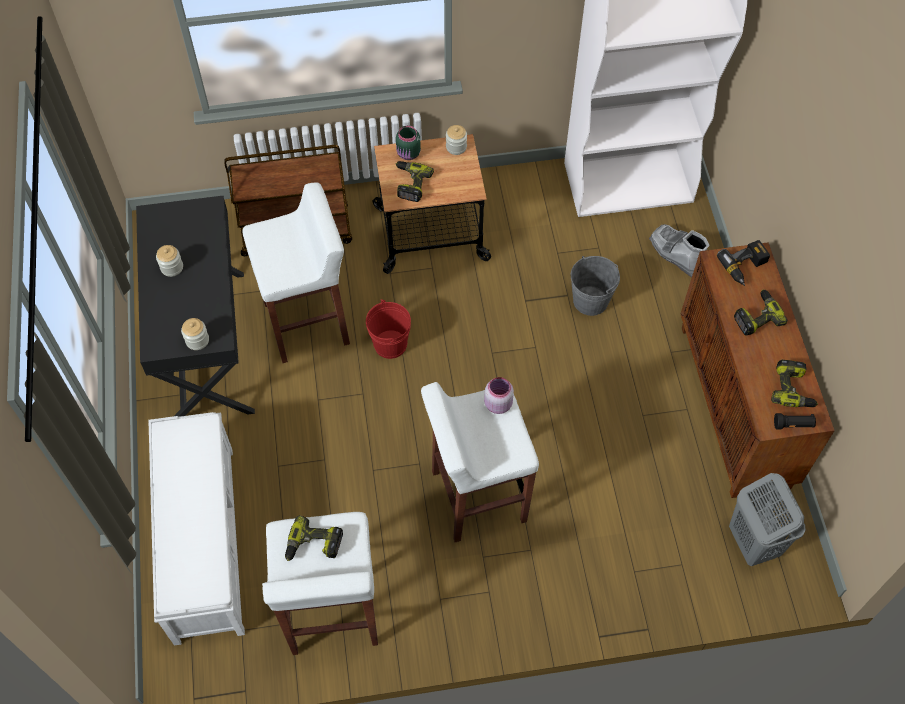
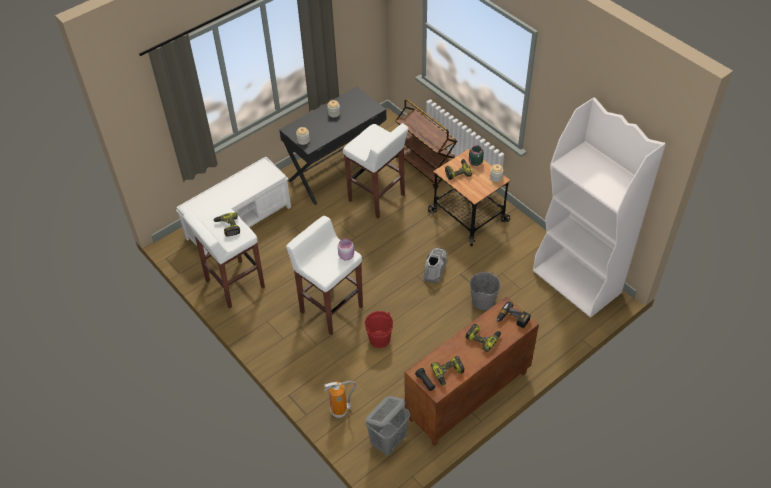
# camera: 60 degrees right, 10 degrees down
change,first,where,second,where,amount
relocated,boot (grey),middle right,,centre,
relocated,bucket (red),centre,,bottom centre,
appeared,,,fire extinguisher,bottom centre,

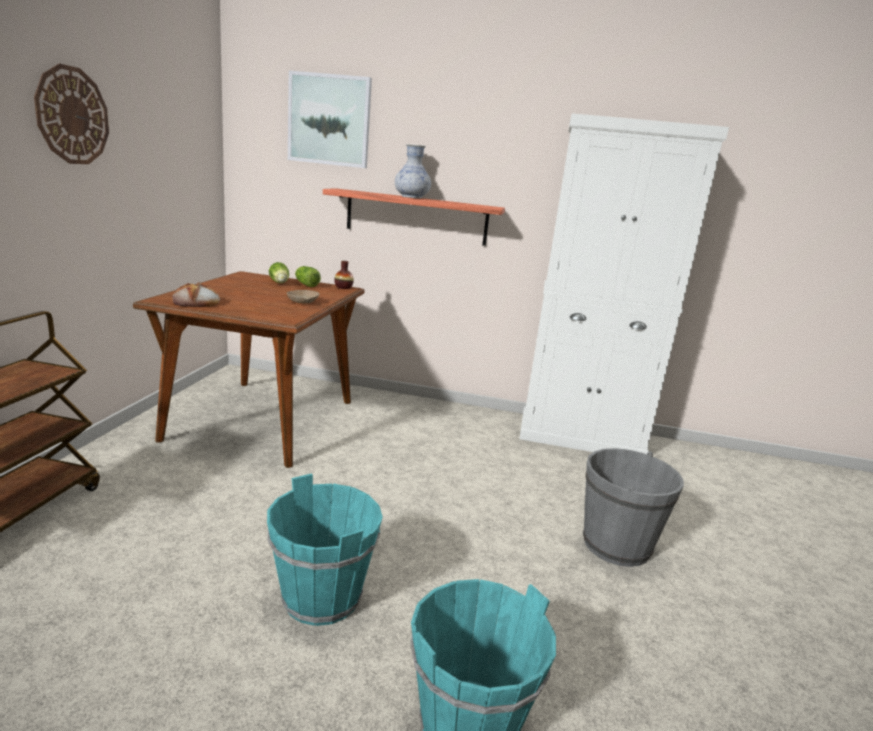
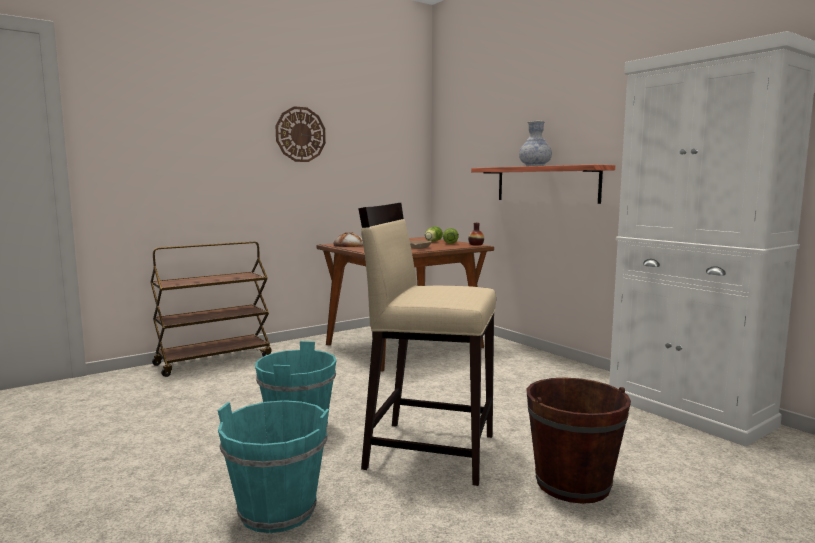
# camera: 45 degrees right, 10 degrees down
change,first,where,second,where,amount
missing,picture,top centre,,,
colour,bucket (grey),bottom right,bucket (brown),bottom right,
appeared,,,stool (beige),centre,

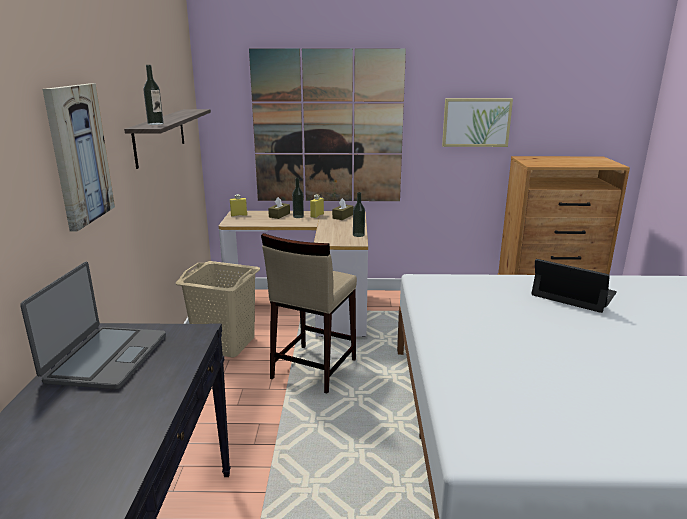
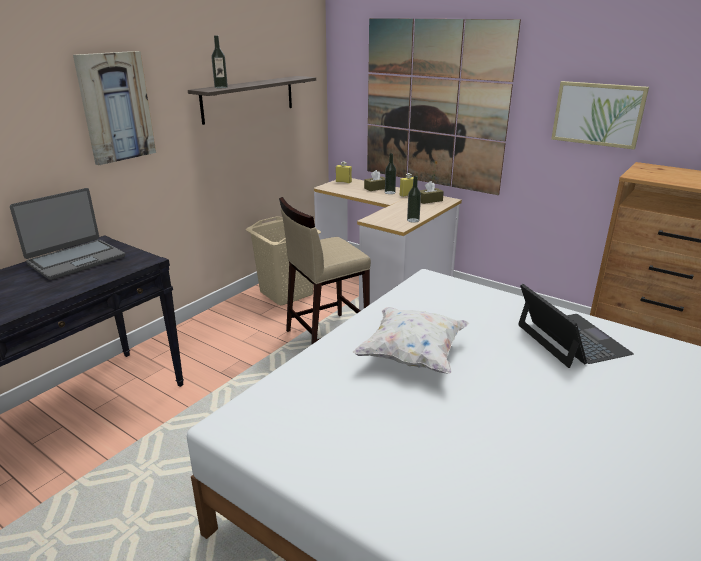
# camera: 35 degrees right, 5 degrees up
change,first,where,second,where,amount
appeared,,,pillow (white),centre,

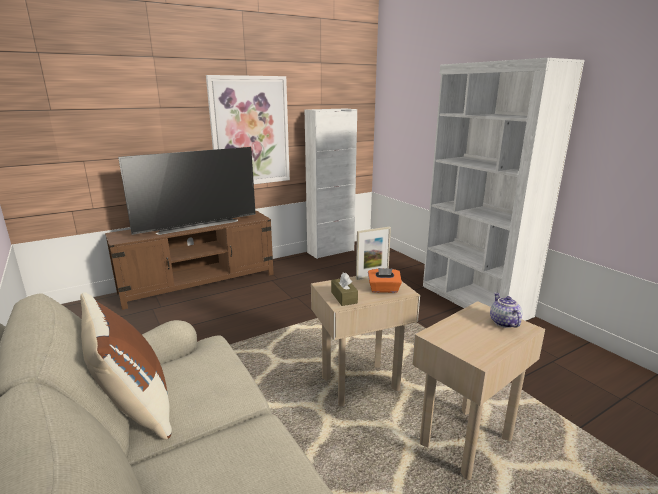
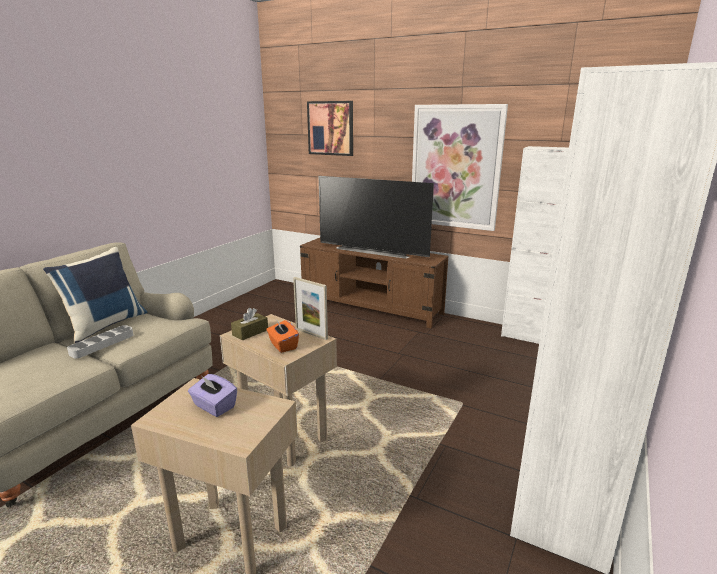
# camera: 60 degrees right, 0 degrees up
change,first,where,second,where,amount
colour,pillow (brown),bottom left,pillow (blue),middle left,
missing,teapot,middle right,,,
appeared,,,picture (no. 1 from left),top centre,
appeared,,,tray (grey),middle left,
appeared,,,tissue box (purple),bottom left,

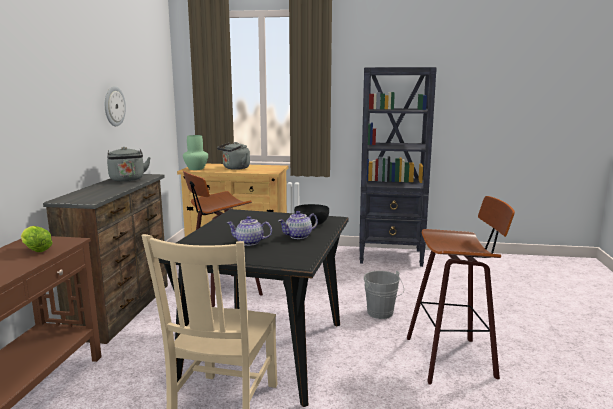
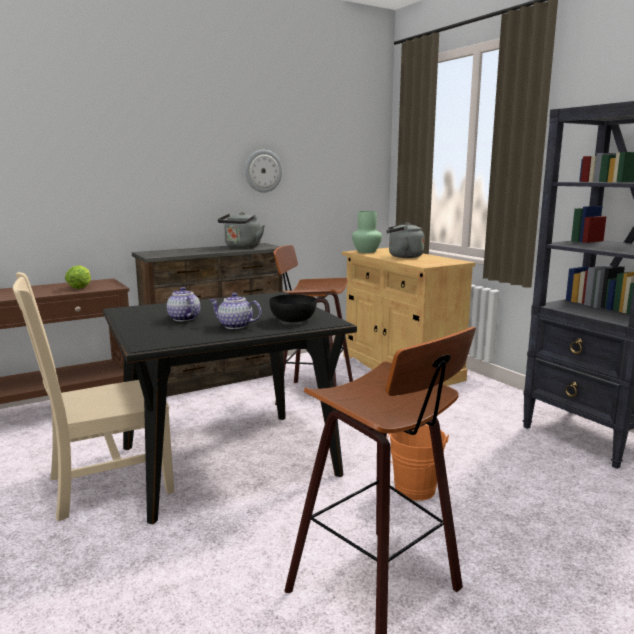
# camera: 50 degrees right, 0 degrees up
change,first,where,second,where,amount
colour,bucket (grey),bottom centre,bucket (orange),bottom centre,

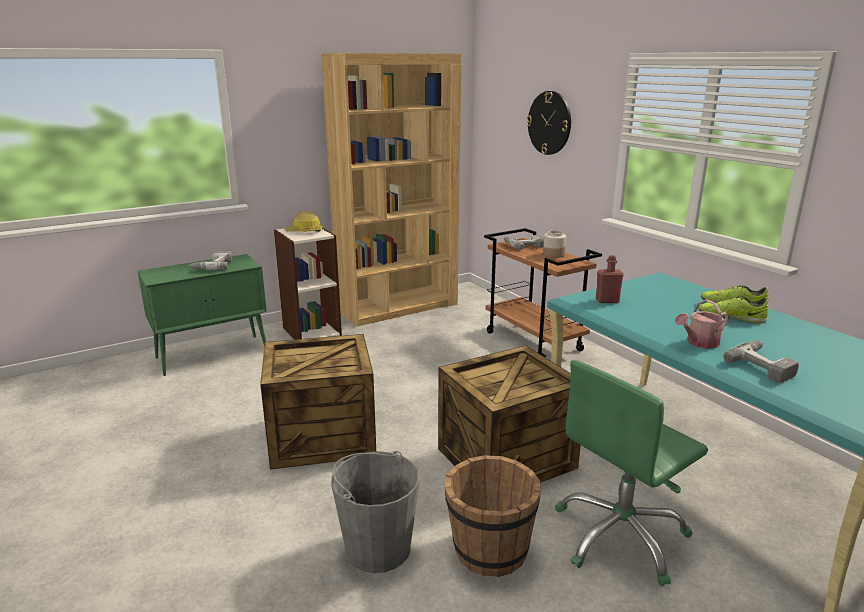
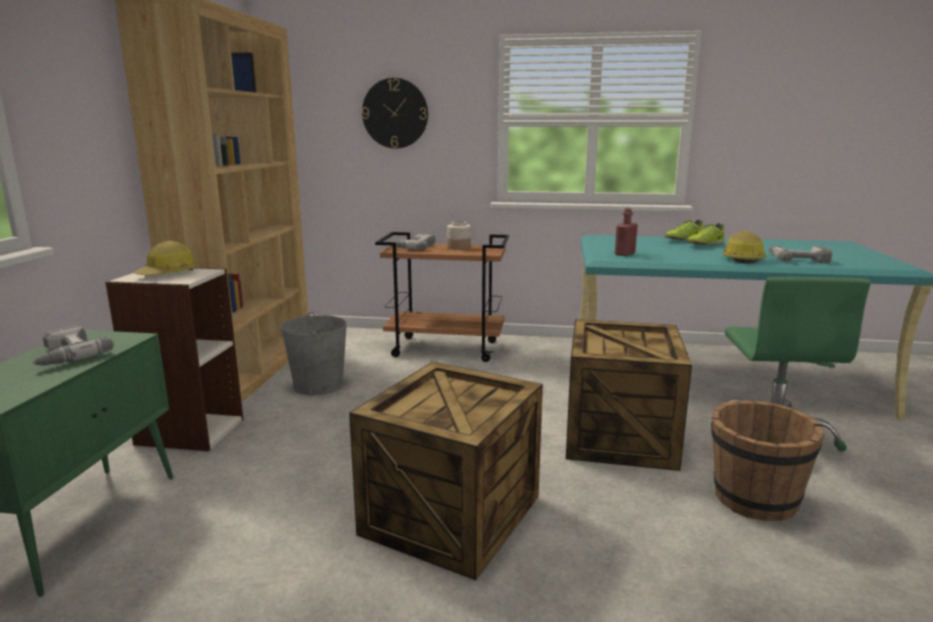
# camera: 50 degrees left, 5 degrees down
change,first,where,second,where,amount
exchanged,watering can,middle right,hard hat (no. 2 from left),middle right,
relocated,bucket (grey),bottom centre,,centre,

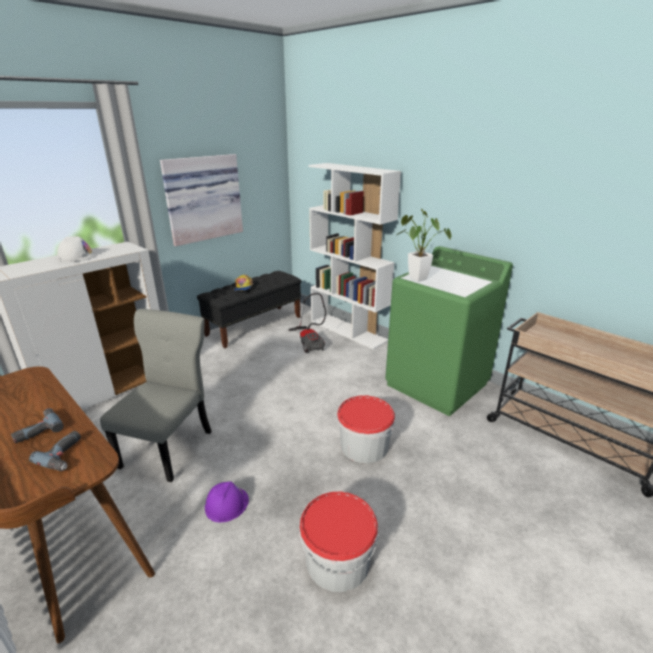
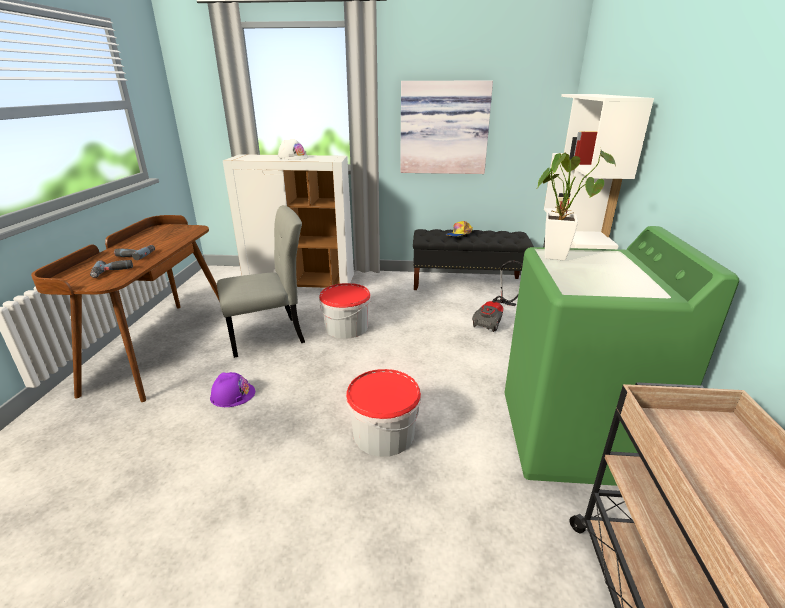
# camera: 50 degrees right, 0 degrees up
change,first,where,second,where,amount
relocated,bucket (no. 1 from left),bottom centre,,centre,

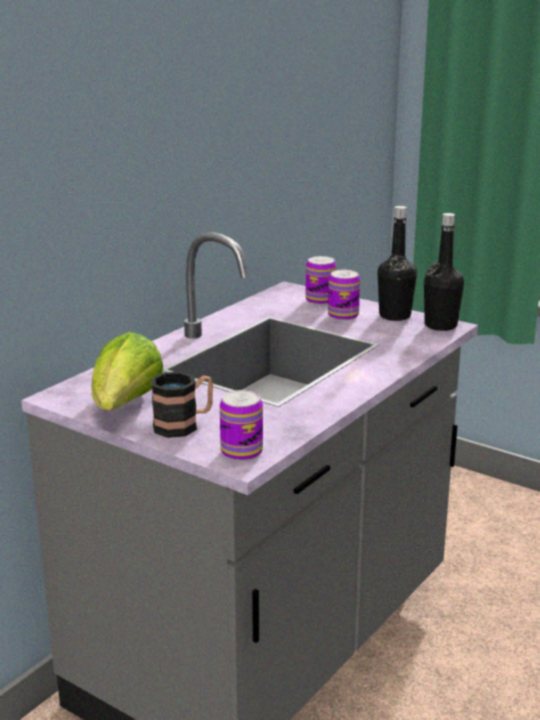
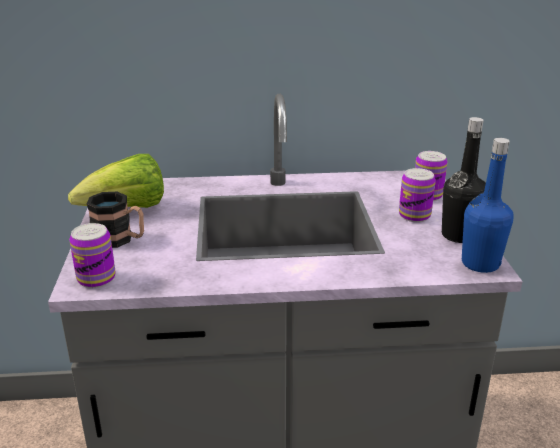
# camera: 50 degrees right, 5 degrees up
change,first,where,second,where,amount
colour,bottle (black) (no. 2 from left),middle right,bottle (blue),middle right,

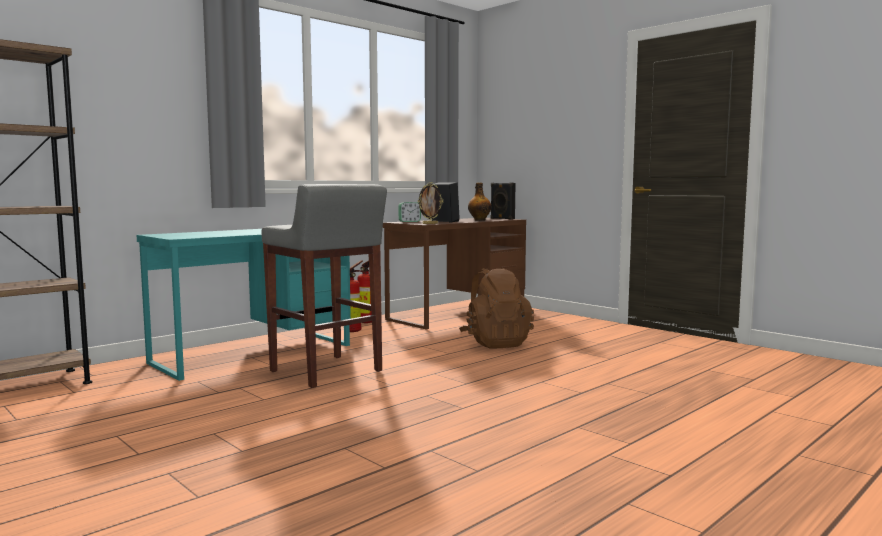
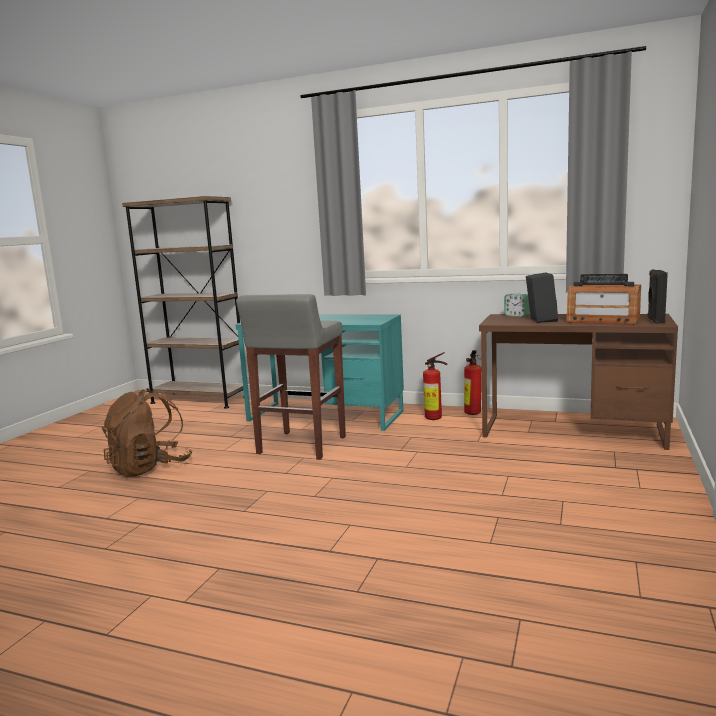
# camera: 65 degrees right, 5 degrees up
change,first,where,second,where,amount
missing,picture frame,centre,,,
exchanged,bottle,centre,radio,middle right,
relocated,backpack (brown),centre,,middle left,

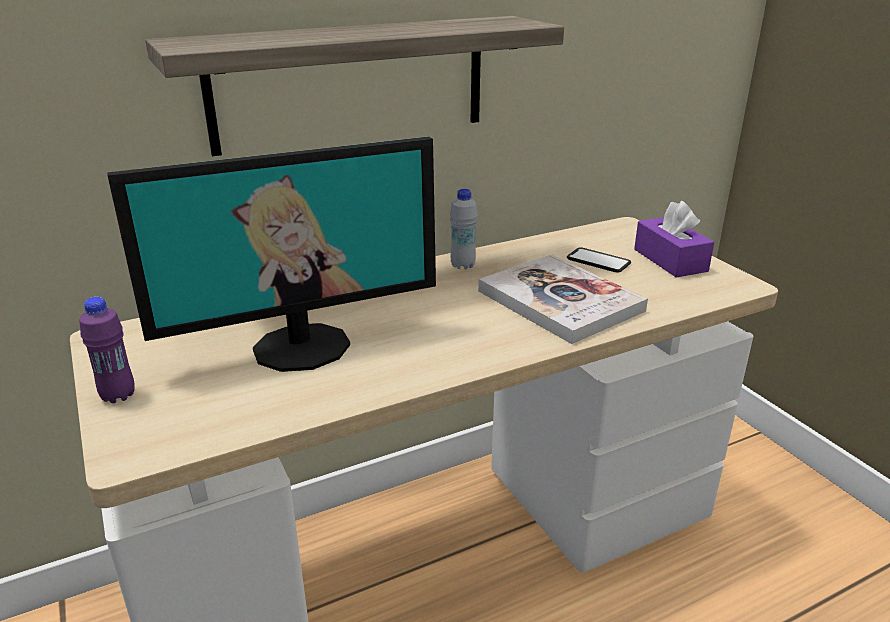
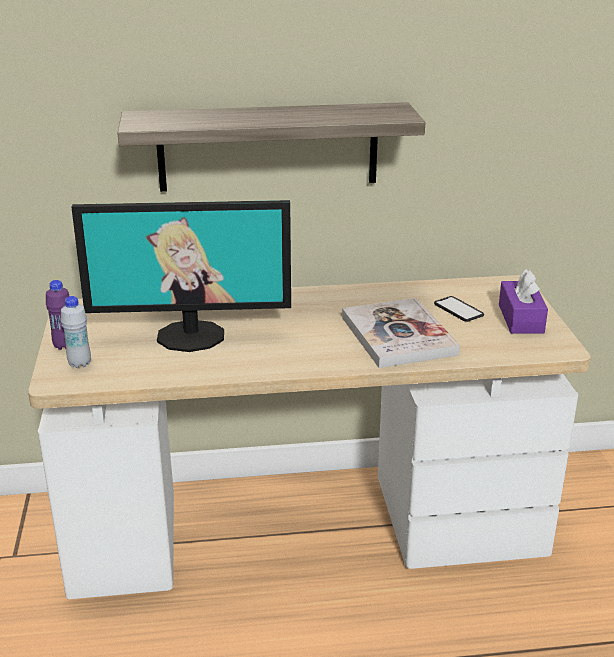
# camera: 20 degrees right, 0 degrees up
change,first,where,second,where,amount
relocated,bottle (white),centre,,middle left,

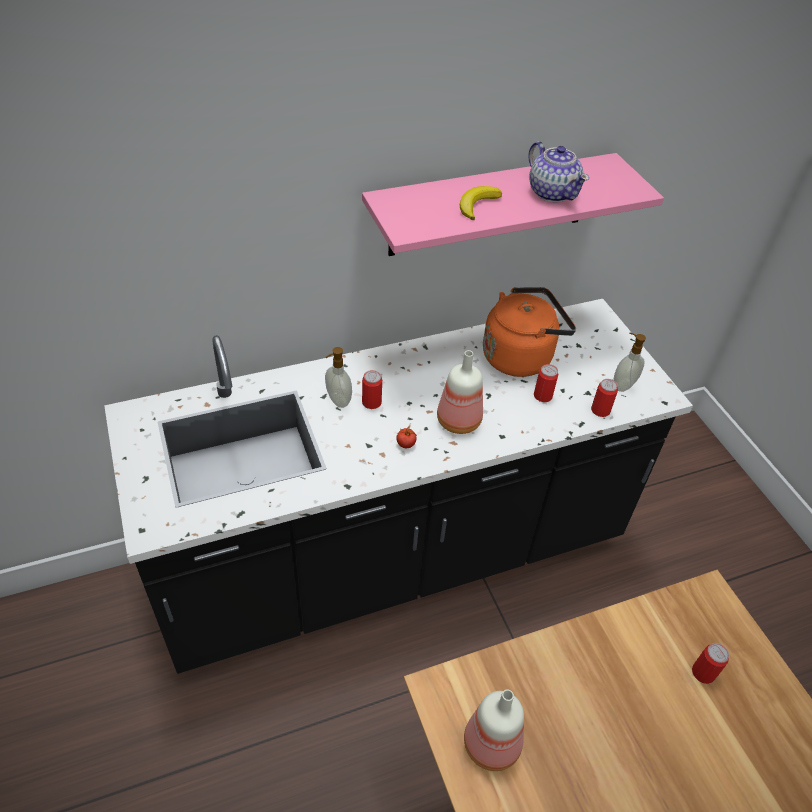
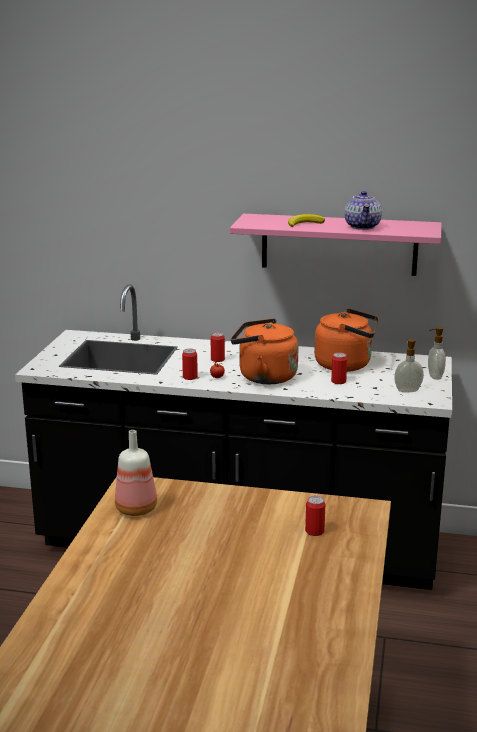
# camera: 35 degrees right, 25 degrees down
change,first,where,second,where,amount
relocated,soap dispenser (no. 1 from left in the first image),centre,soap dispenser (no. 2 from left),middle right,
exchanged,bottle (no. 1 from left),centre,kettle (orange) (no. 1 from left),centre,
relocated,can (no. 3 from left in the first image),middle right,can (no. 1 from left),centre,

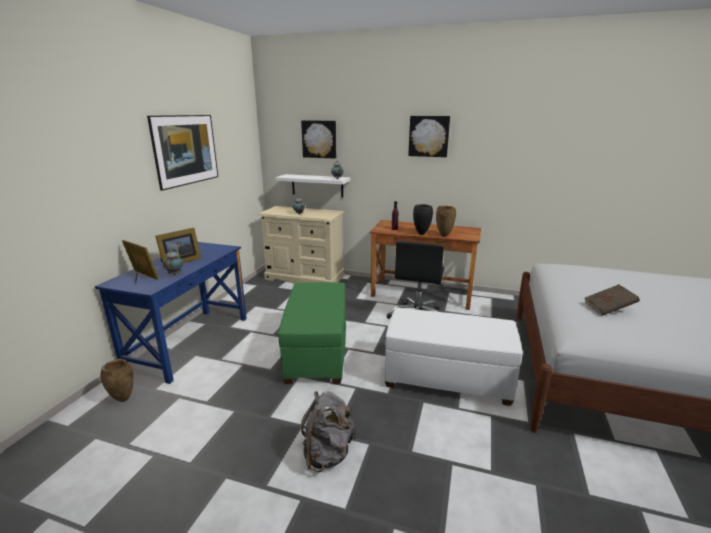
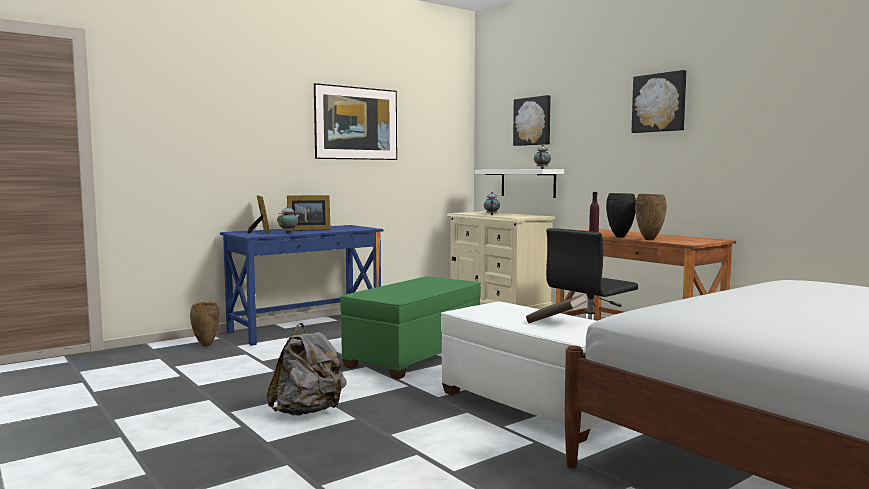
# camera: 35 degrees right, 15 degrees down
change,first,where,second,where,amount
relocated,book (brown),middle right,,centre,

